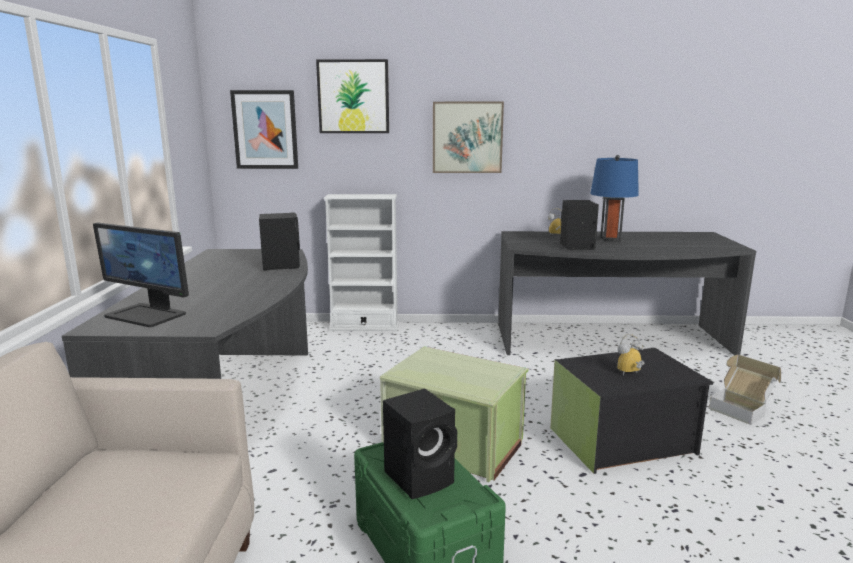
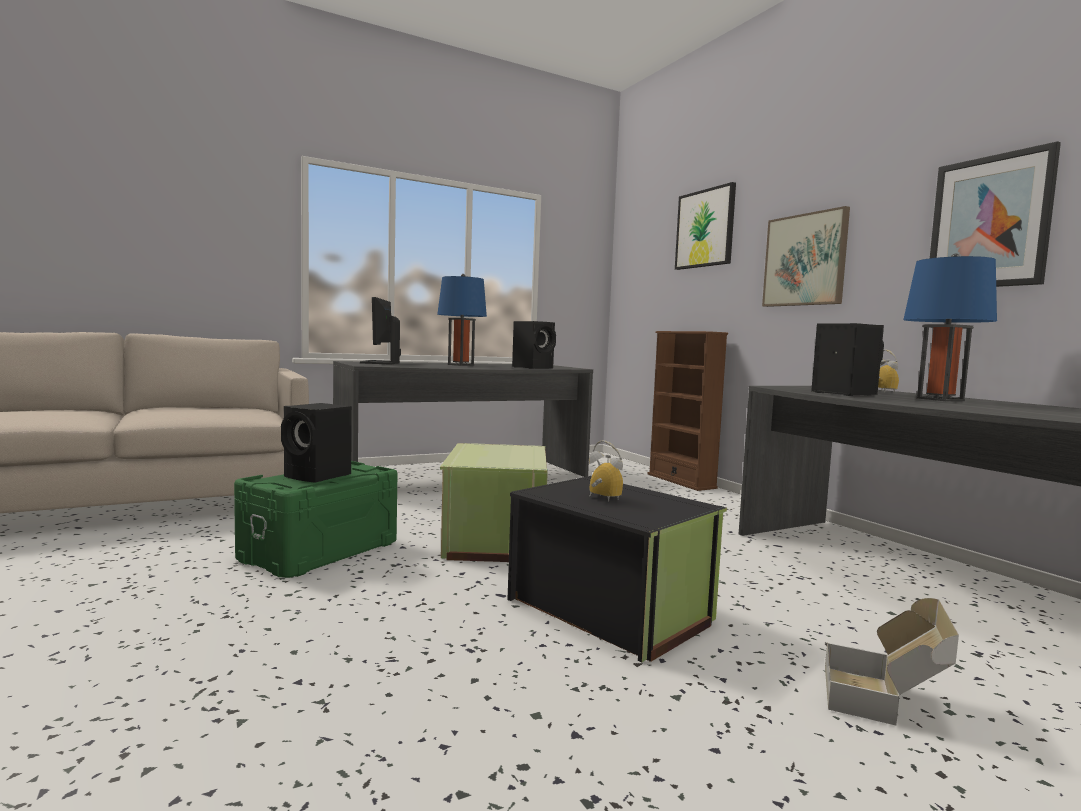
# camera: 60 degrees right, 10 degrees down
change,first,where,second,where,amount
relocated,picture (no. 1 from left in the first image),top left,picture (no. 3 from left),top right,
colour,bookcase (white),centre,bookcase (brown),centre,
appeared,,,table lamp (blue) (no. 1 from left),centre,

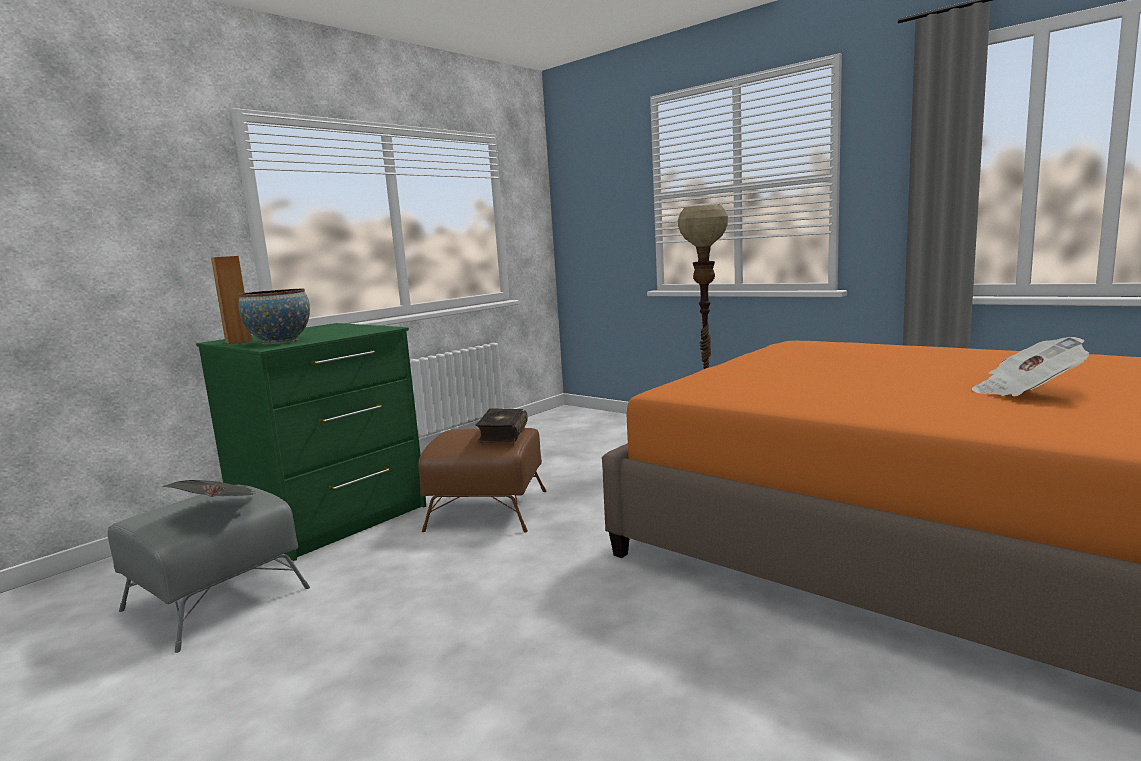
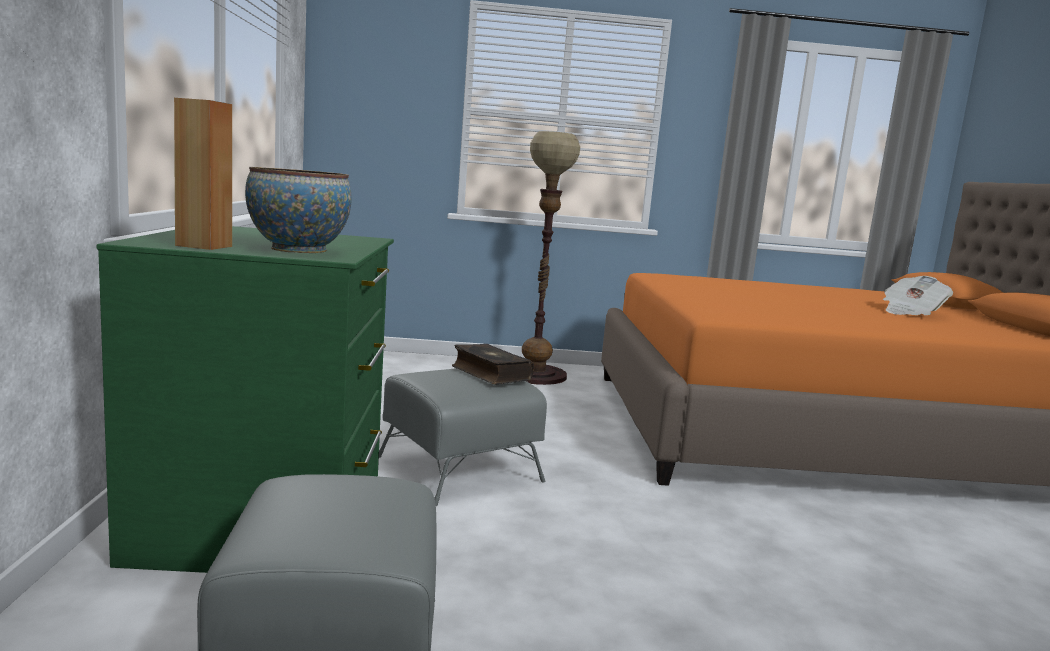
# camera: 45 degrees left, 0 degrees up
change,first,where,second,where,amount
colour,ottoman (brown),centre,ottoman (grey) (no. 2 from left),bottom centre,
missing,newspaper (no. 1 from left),middle left,,,

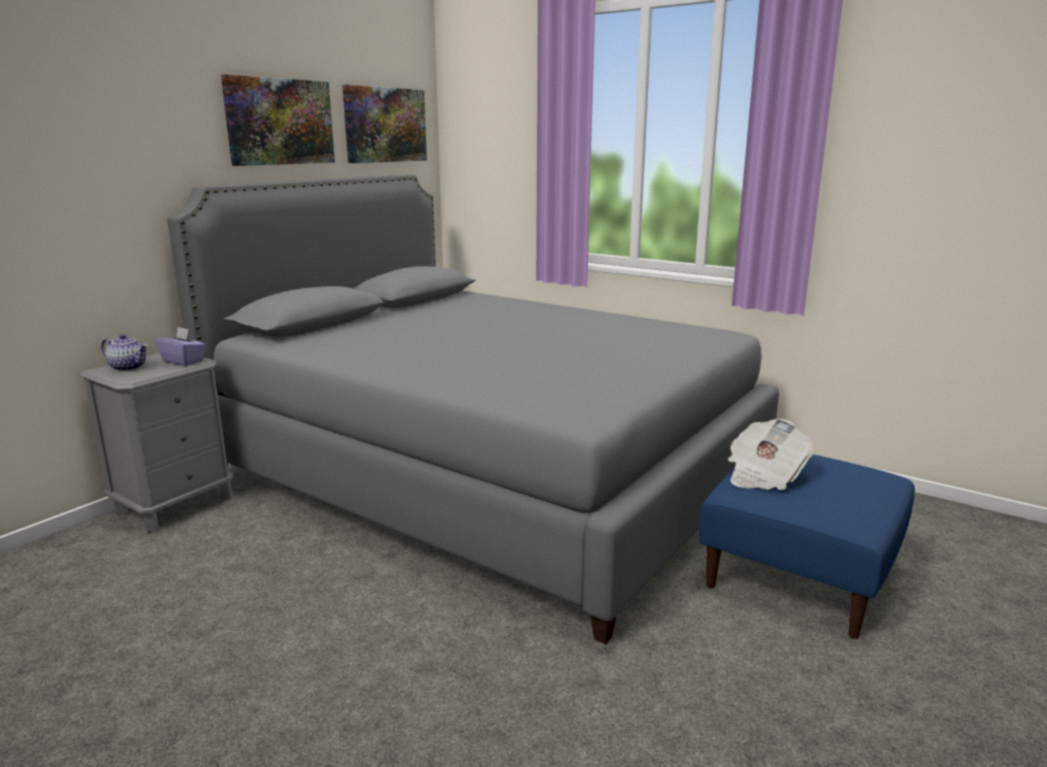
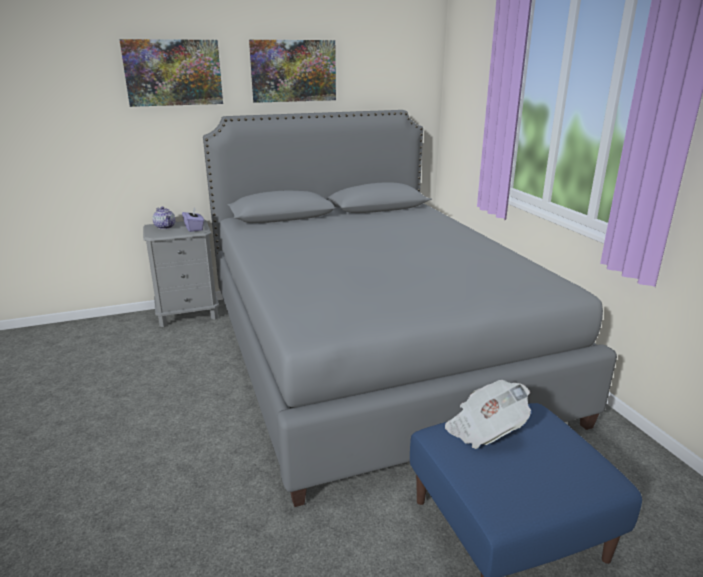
# camera: 35 degrees right, 5 degrees up
change,first,where,second,where,amount
relocated,picture (no. 2 from left in the first image),top centre,picture (no. 1 from left),top left,

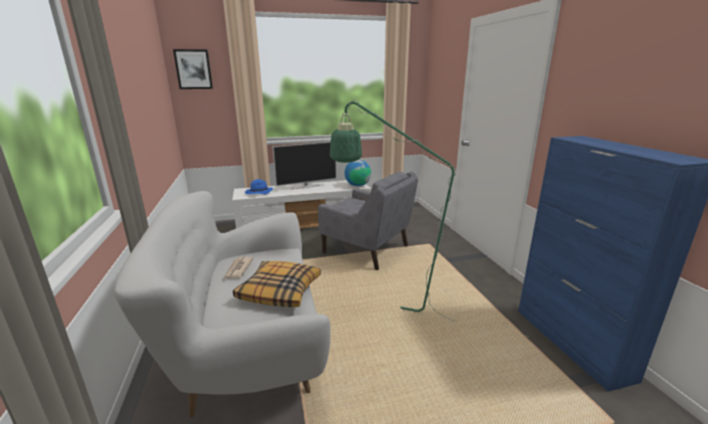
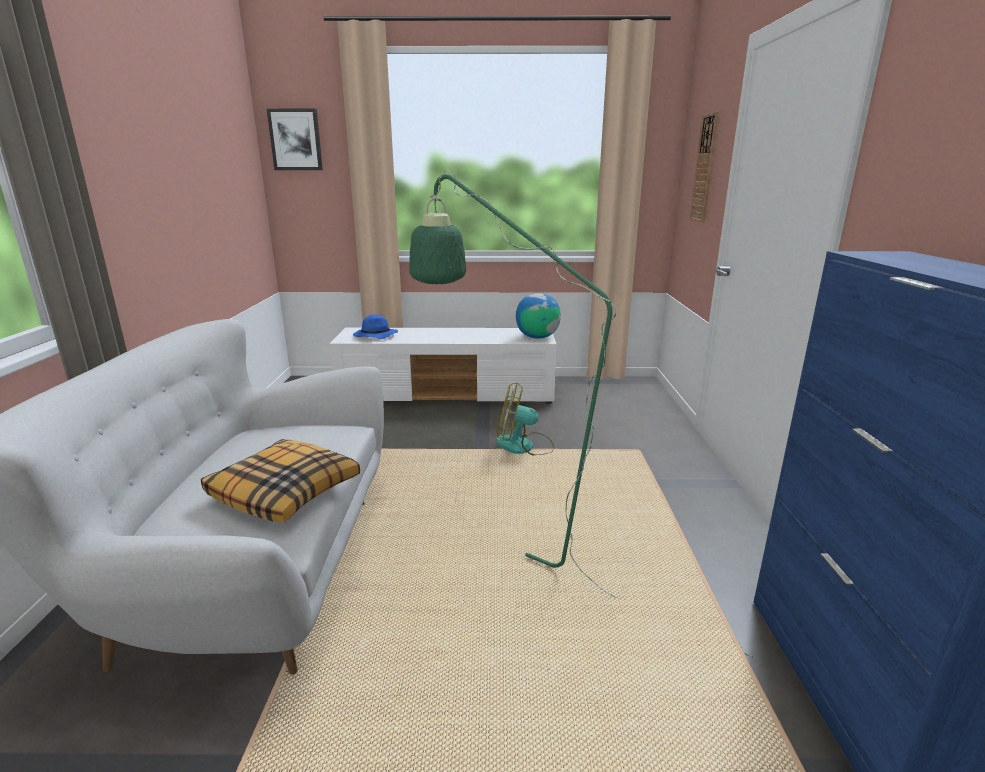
# camera: 15 degrees right, 0 degrees up
change,first,where,second,where,amount
missing,television,centre,,,
exchanged,armchair (grey),centre,fan,centre,
missing,newspaper,centre,,,
appeared,,,wall clock,top right,

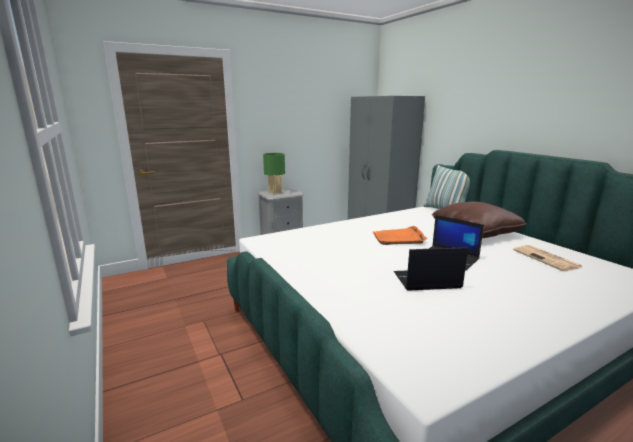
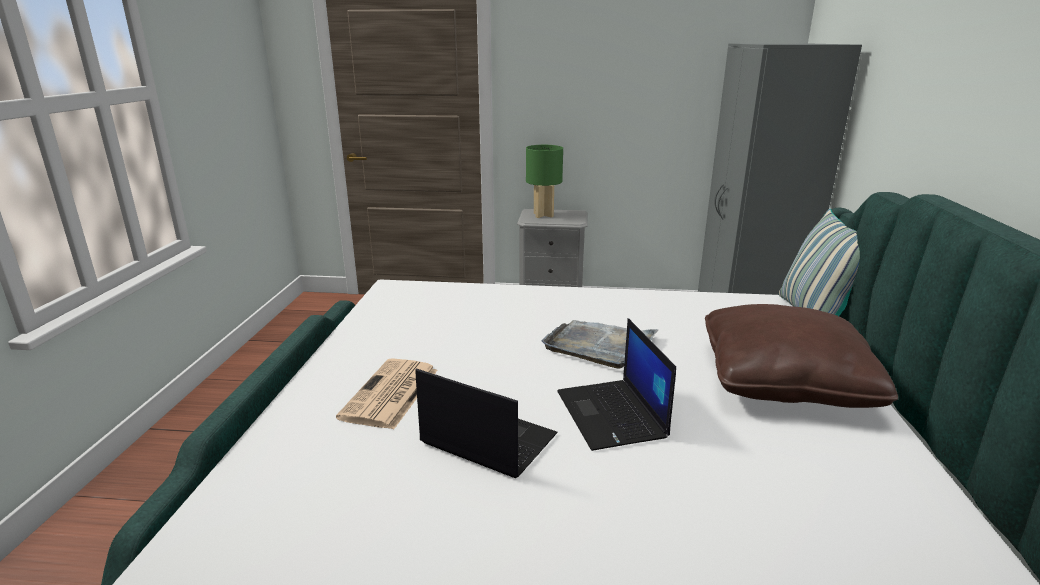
# camera: 35 degrees right, 5 degrees up
change,first,where,second,where,amount
colour,tray (orange),centre,tray (grey),centre,
relocated,newspaper,middle right,,bottom centre,

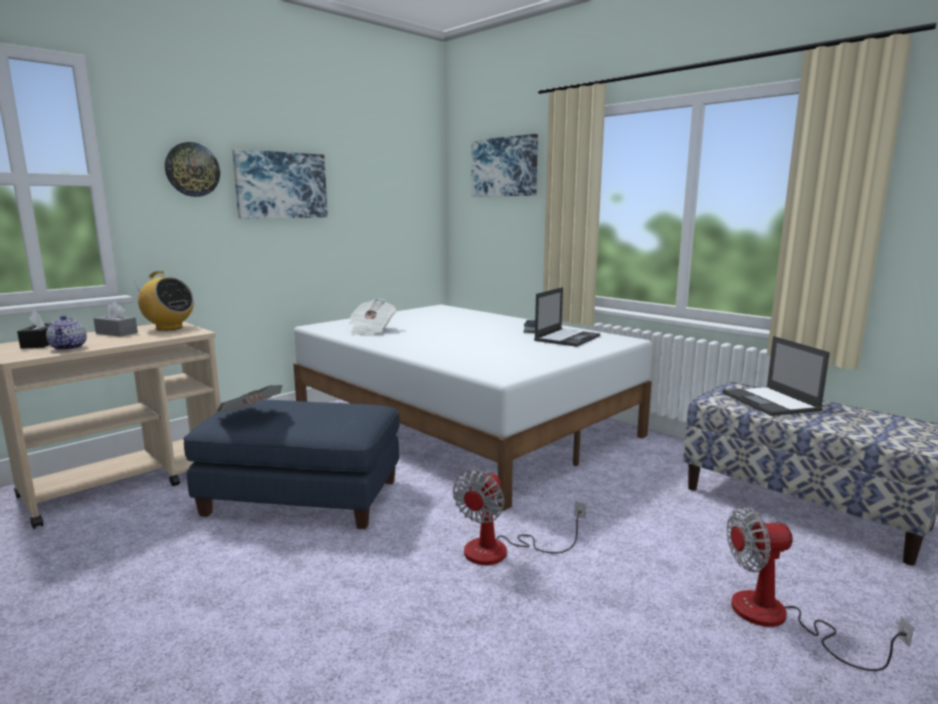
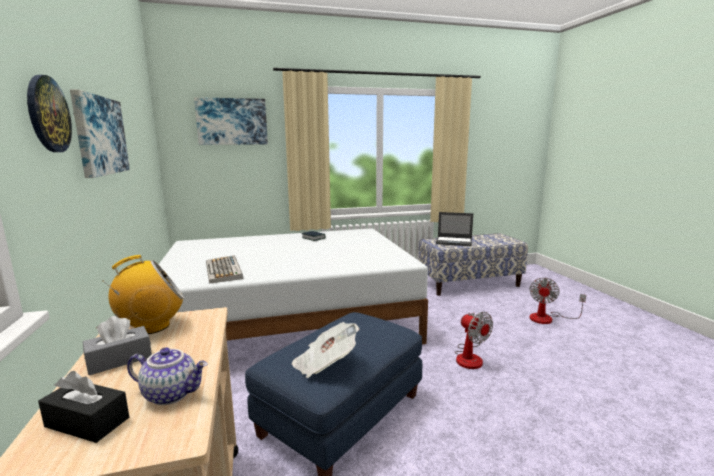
# camera: 60 degrees left, 0 degrees up
change,first,where,second,where,amount
missing,laptop (no. 1 from left),centre,,,
exchanged,newspaper (no. 2 from left),centre,keyboard,middle left,

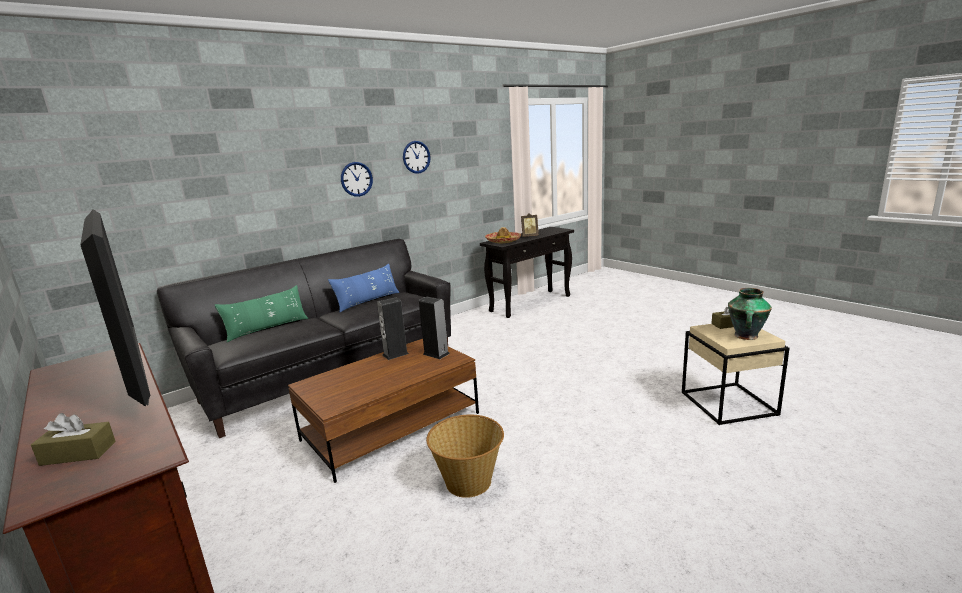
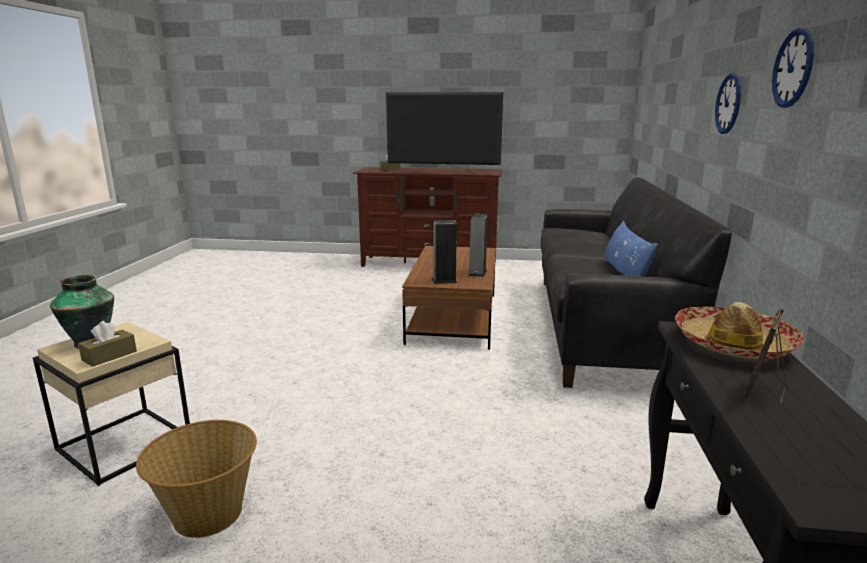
# camera: 135 degrees right, 0 degrees up
change,first,where,second,where,amount
missing,pillow (green),middle left,,,
relocated,basket,bottom centre,,bottom left,

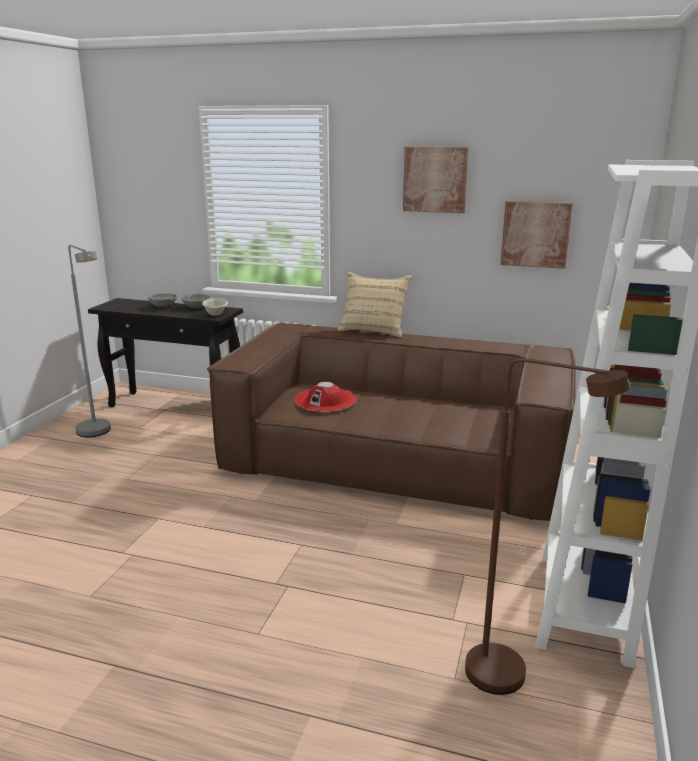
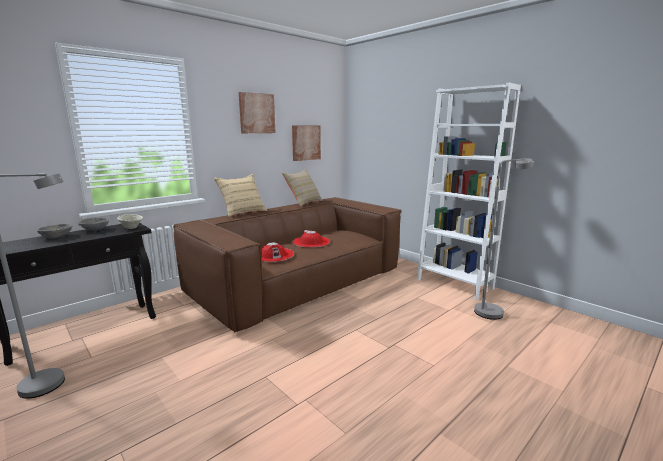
# camera: 60 degrees left, 5 degrees down
change,first,where,second,where,amount
colour,floor lamp (brown),bottom right,floor lamp (grey) (no. 2 from left),middle right,
appeared,,,pillow (beige) (no. 2 from left),centre,
appeared,,,hat (red) (no. 2 from left),centre,

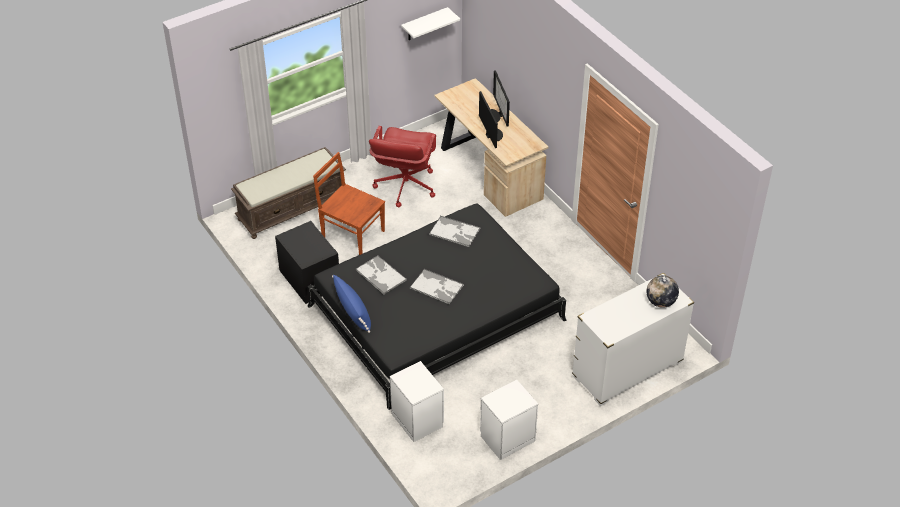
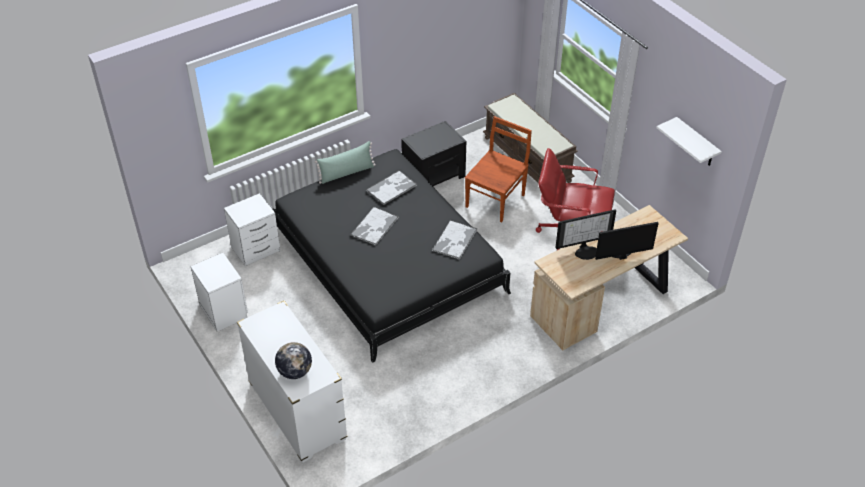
# camera: 90 degrees right, 0 degrees up
change,first,where,second,where,amount
colour,pillow (blue),centre,pillow (green),top centre,

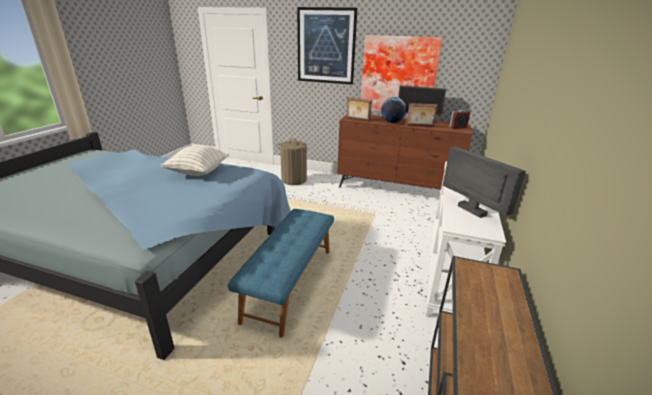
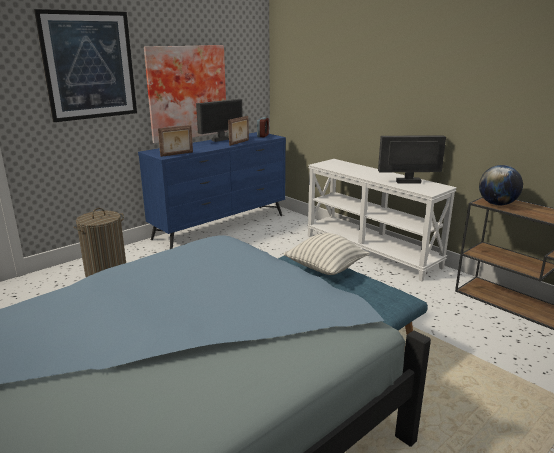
# camera: 60 degrees left, 5 degrees down
change,first,where,second,where,amount
relocated,globe,top centre,,middle right,
colour,dresser (brown),centre,dresser (blue),centre,
relocated,pillow,middle left,,centre,

